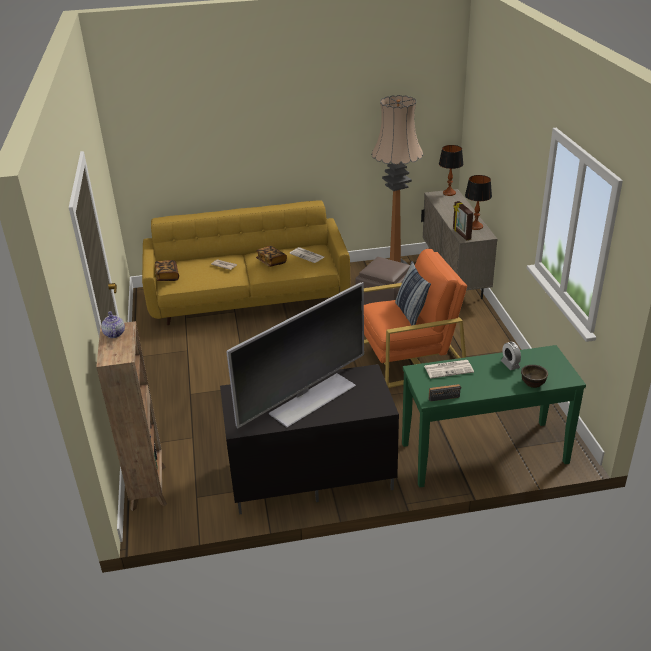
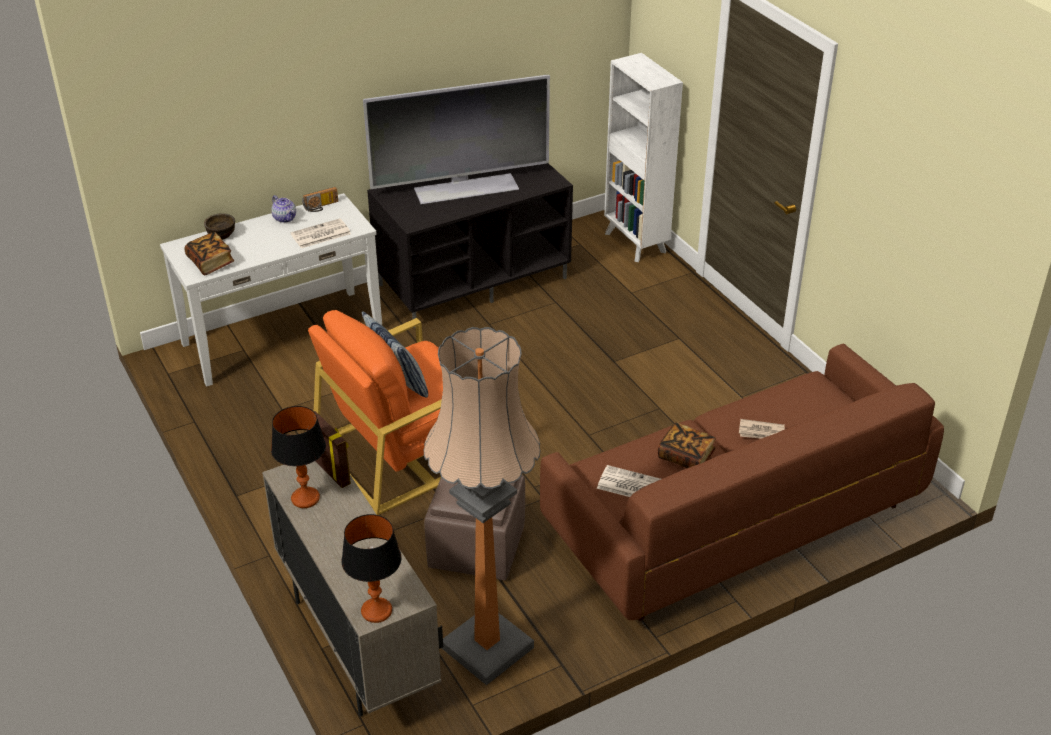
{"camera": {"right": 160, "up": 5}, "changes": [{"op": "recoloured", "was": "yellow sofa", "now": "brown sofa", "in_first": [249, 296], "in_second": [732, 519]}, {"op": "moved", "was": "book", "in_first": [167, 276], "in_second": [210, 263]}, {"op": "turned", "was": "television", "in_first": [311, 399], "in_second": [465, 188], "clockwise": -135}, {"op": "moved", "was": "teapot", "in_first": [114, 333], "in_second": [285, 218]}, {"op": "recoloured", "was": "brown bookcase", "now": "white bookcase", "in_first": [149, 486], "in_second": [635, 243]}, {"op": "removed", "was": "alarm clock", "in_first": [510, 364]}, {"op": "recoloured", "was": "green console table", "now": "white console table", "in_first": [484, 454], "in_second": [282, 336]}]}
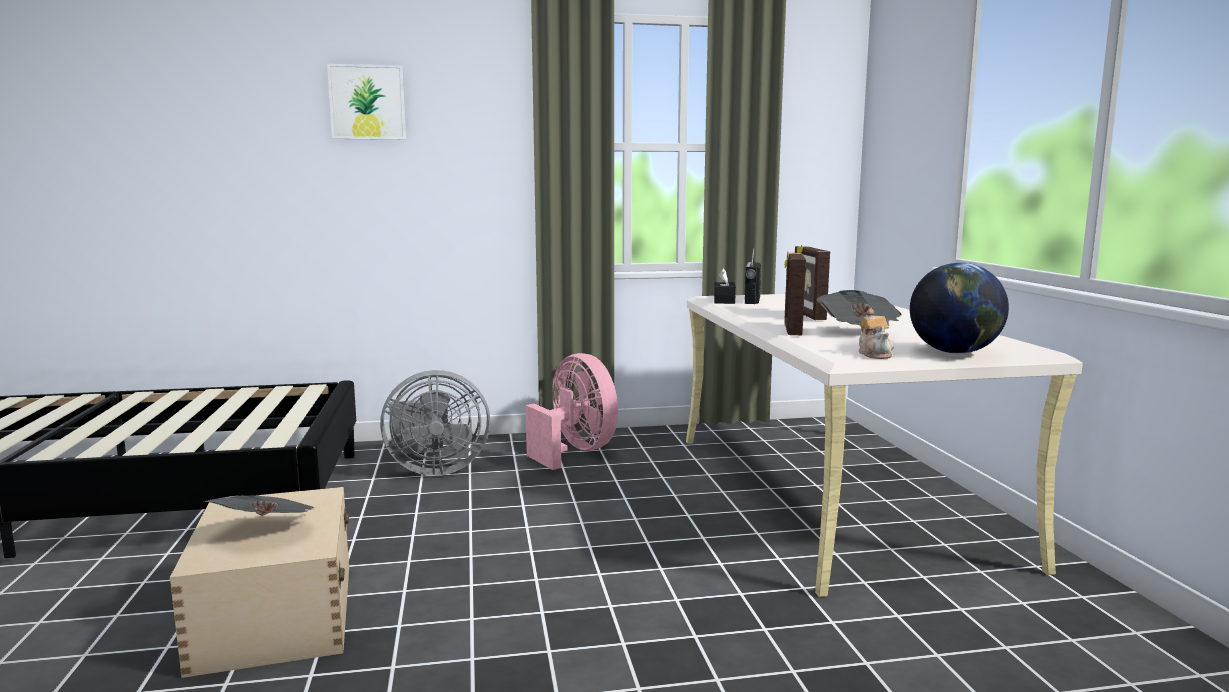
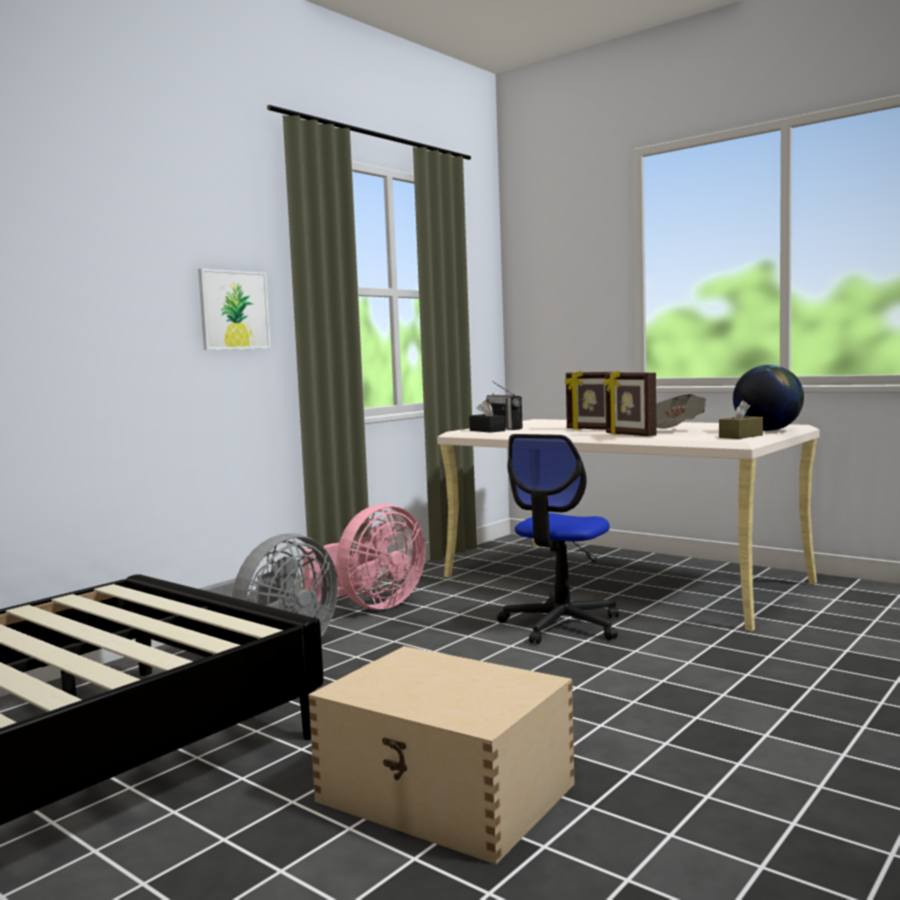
{"camera": {"right": -40, "up": -5}, "changes": [{"op": "moved", "was": "picture", "in_first": [367, 102], "in_second": [234, 310]}, {"op": "replaced", "was": "teapot", "now": "brown tissue box", "in_first": [875, 354], "in_second": [741, 436]}, {"op": "turned", "was": "pink fan", "in_first": [575, 452], "in_second": [372, 606], "clockwise": 120}, {"op": "removed", "was": "newspaper", "in_first": [268, 532]}, {"op": "added", "now": "office chair", "in_second": [561, 625]}]}
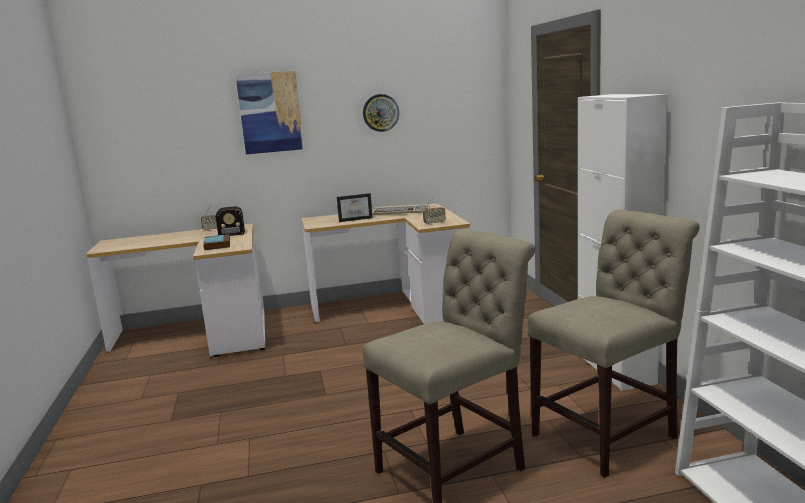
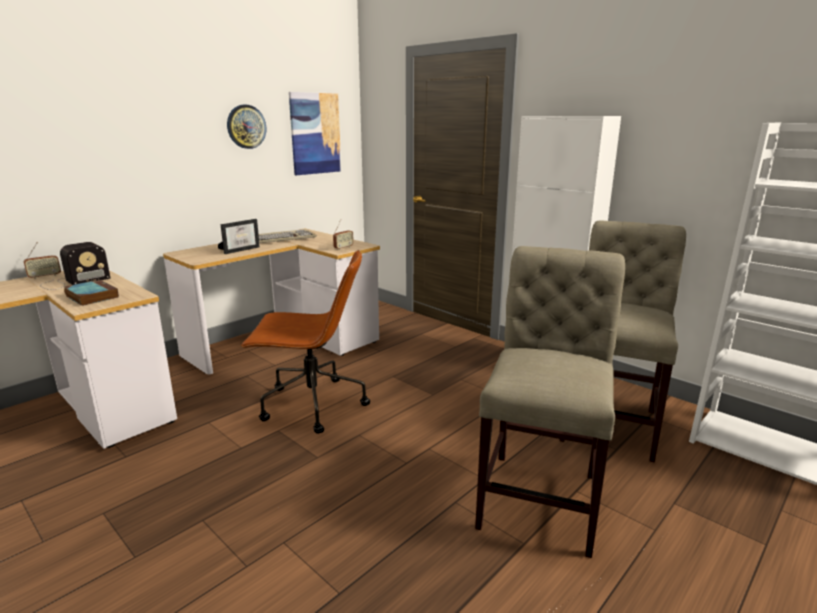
{"camera": {"right": -35, "up": 5}, "changes": [{"op": "moved", "was": "picture", "in_first": [270, 112], "in_second": [315, 133]}, {"op": "added", "now": "brown office chair", "in_second": [311, 405]}]}
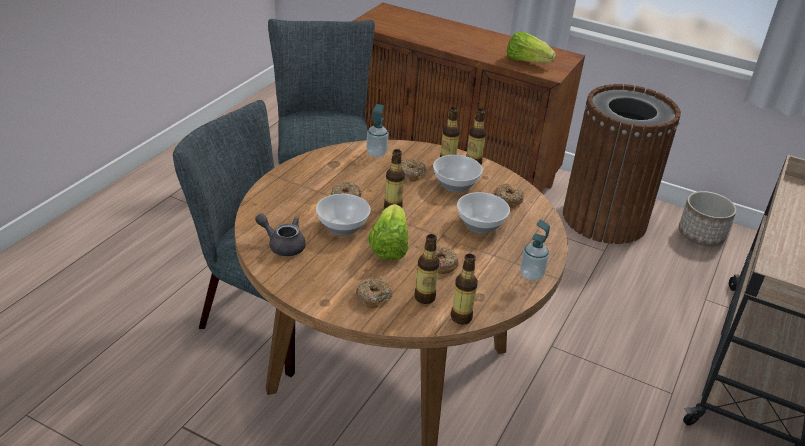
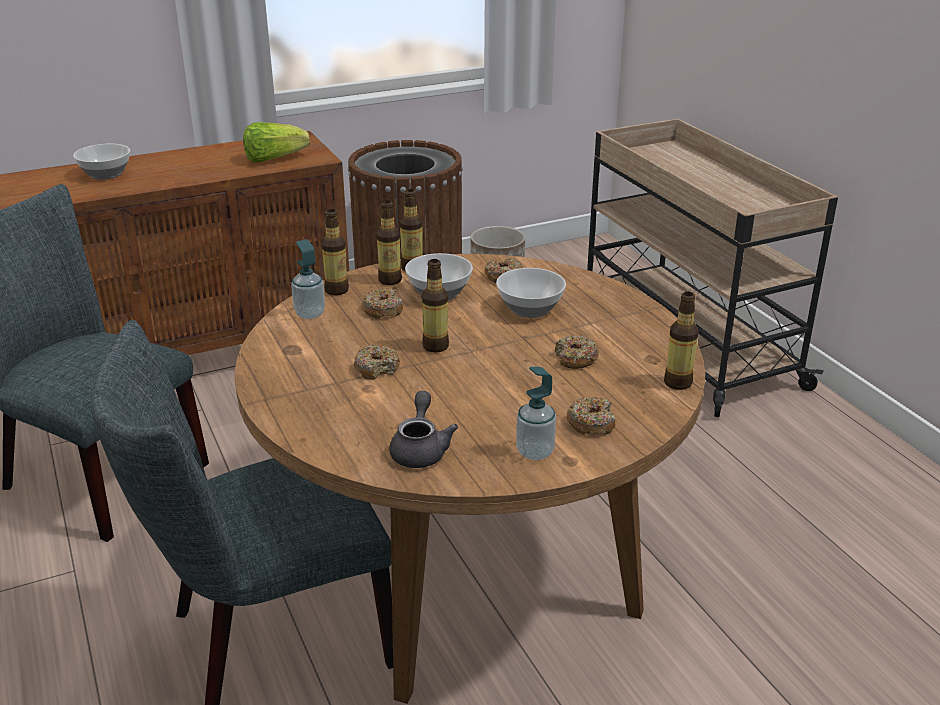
{"camera": {"right": -50, "up": -5}, "changes": [{"op": "moved", "was": "bowl", "in_first": [342, 226], "in_second": [104, 174]}, {"op": "removed", "was": "lettuce", "in_first": [389, 246]}, {"op": "turned", "was": "grey teapot", "in_first": [283, 245], "in_second": [420, 449], "clockwise": 120}, {"op": "moved", "was": "soap dispenser", "in_first": [531, 274], "in_second": [535, 452]}, {"op": "moved", "was": "bottle", "in_first": [425, 297], "in_second": [336, 290]}]}
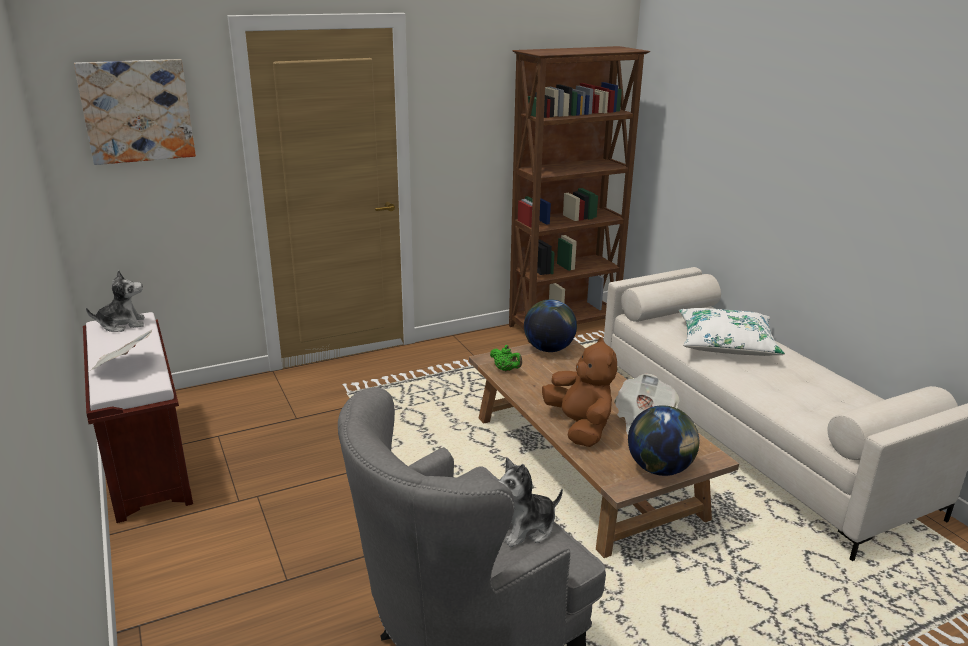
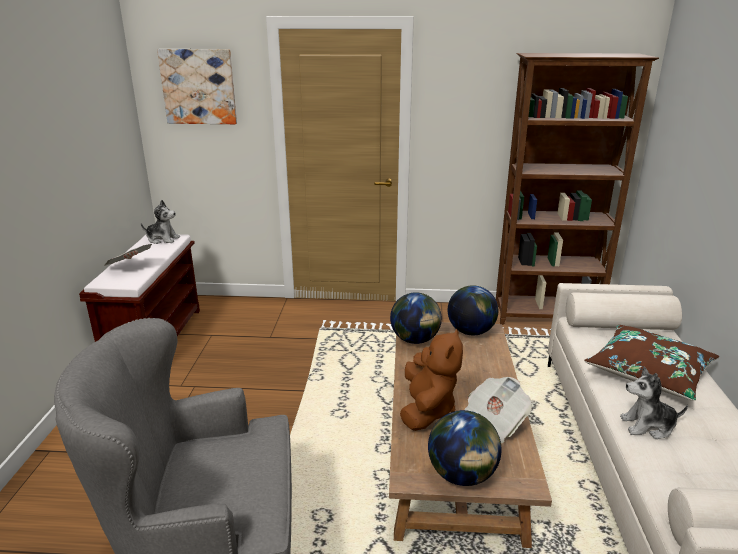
{"camera": {"right": 30, "up": 0}, "changes": [{"op": "recoloured", "was": "white pillow", "now": "brown pillow", "in_first": [726, 343], "in_second": [649, 372]}, {"op": "replaced", "was": "green teapot", "now": "globe", "in_first": [506, 370], "in_second": [415, 340]}, {"op": "moved", "was": "plush toy", "in_first": [525, 528], "in_second": [648, 426]}]}
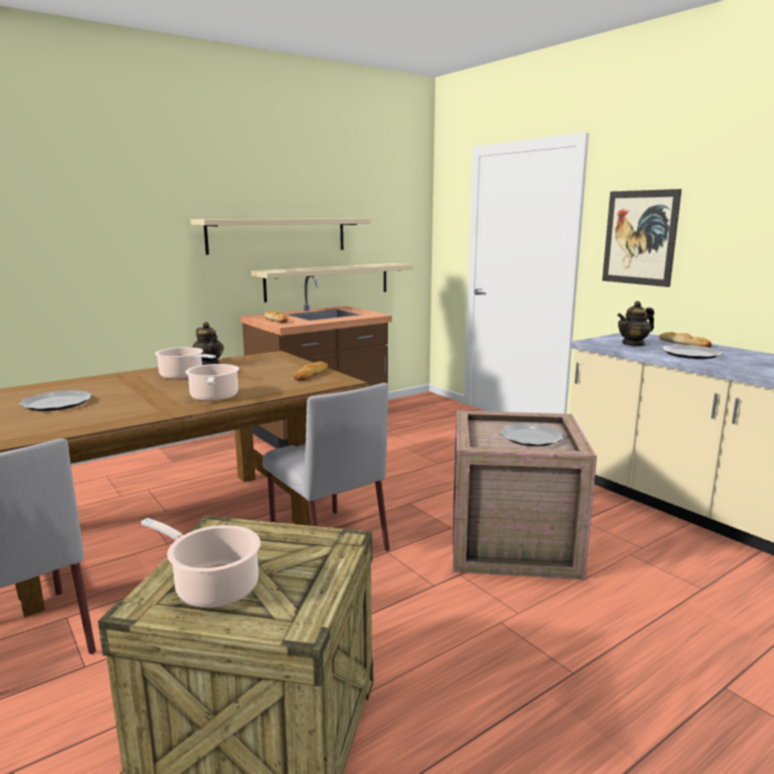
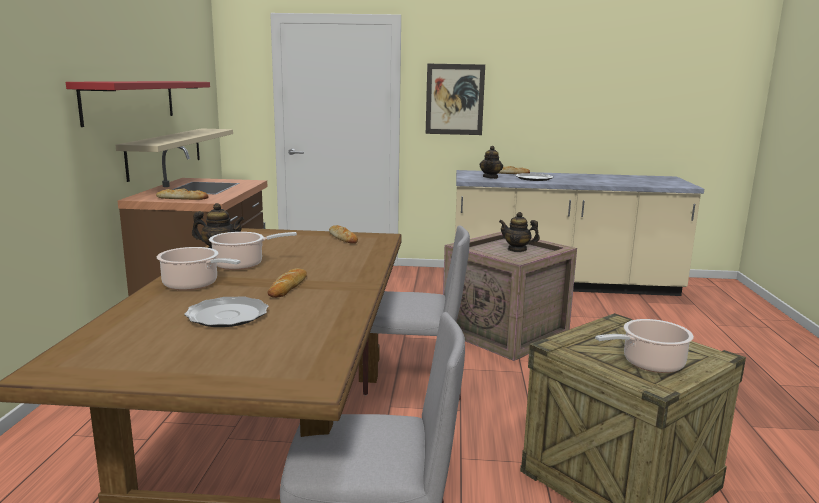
{"camera": {"right": -50, "up": 0}, "changes": [{"op": "recoloured", "was": "beige shelf", "now": "red shelf", "in_first": [278, 235], "in_second": [130, 101]}, {"op": "moved", "was": "cooking pot", "in_first": [214, 397], "in_second": [193, 285]}, {"op": "replaced", "was": "plate", "now": "teapot", "in_first": [530, 437], "in_second": [517, 249]}, {"op": "added", "now": "bread", "in_second": [288, 287]}]}
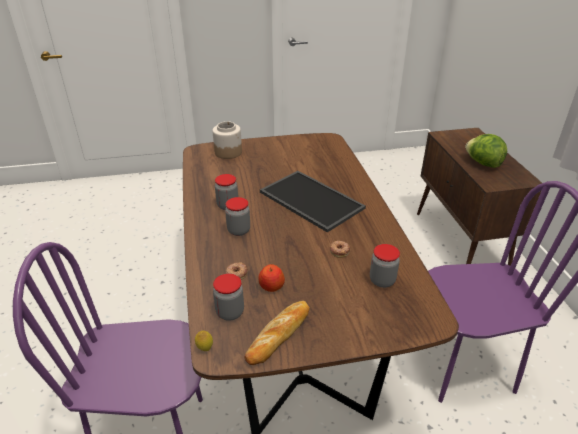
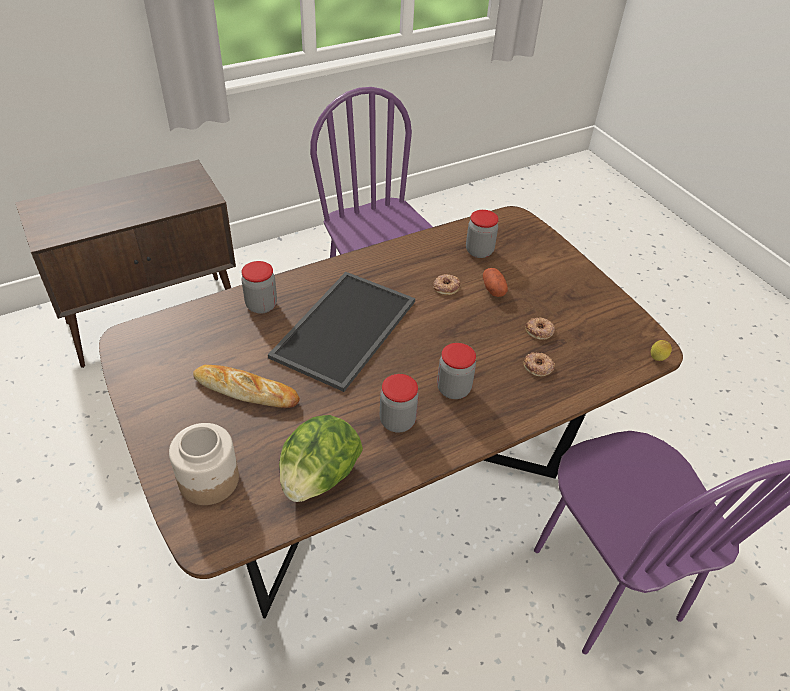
{"camera": {"right": -110, "up": 10}, "changes": [{"op": "moved", "was": "lettuce", "in_first": [483, 163], "in_second": [319, 477]}, {"op": "replaced", "was": "apple", "now": "donut", "in_first": [271, 286], "in_second": [539, 331]}, {"op": "moved", "was": "jar", "in_first": [230, 312], "in_second": [261, 305]}, {"op": "moved", "was": "bread", "in_first": [279, 334], "in_second": [246, 390]}, {"op": "added", "now": "potato", "in_second": [493, 289]}]}
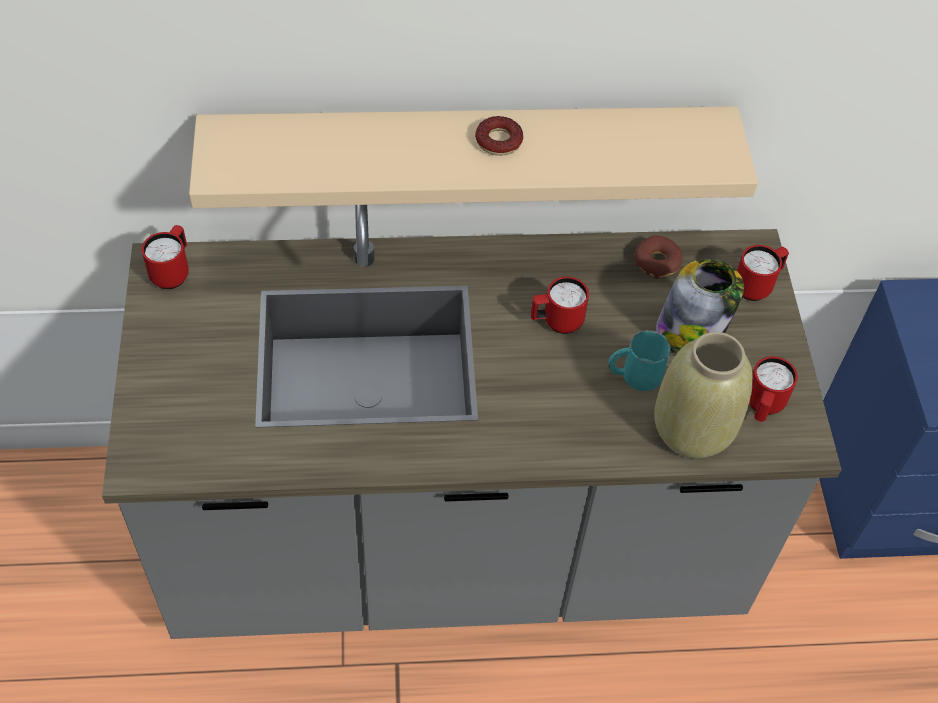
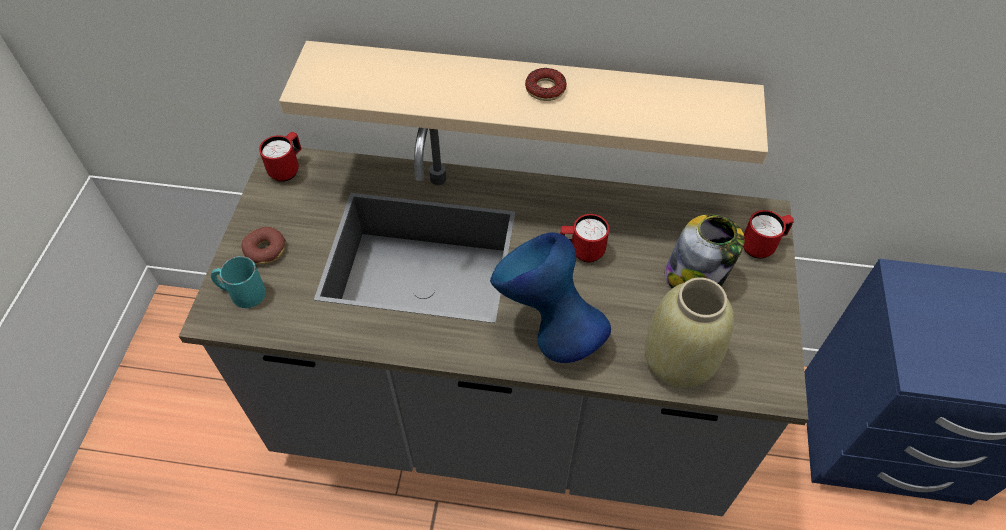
{"camera": {"right": 15, "up": 0}, "changes": [{"op": "moved", "was": "donut", "in_first": [657, 262], "in_second": [265, 250]}, {"op": "moved", "was": "turquoise mug", "in_first": [634, 374], "in_second": [241, 292]}, {"op": "removed", "was": "red mug", "in_first": [762, 407]}, {"op": "added", "now": "blue vase", "in_second": [548, 332]}]}
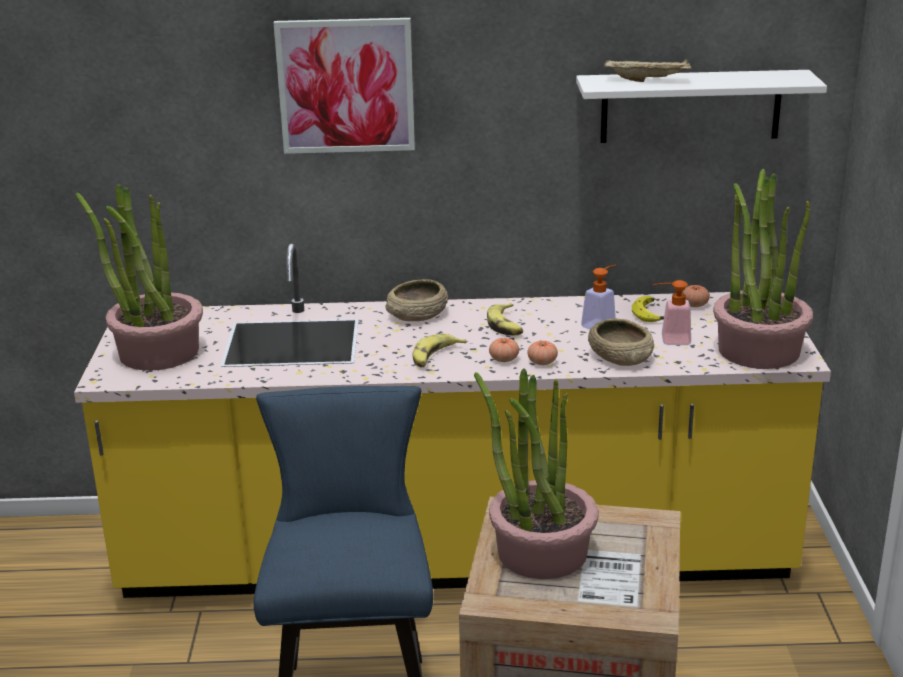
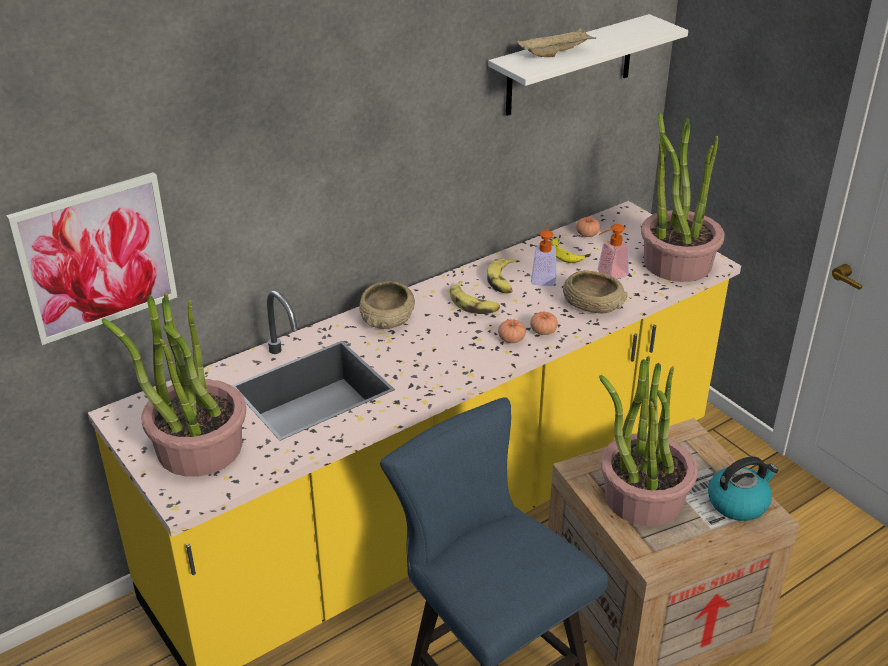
{"camera": {"right": -35, "up": 10}, "changes": [{"op": "moved", "was": "picture", "in_first": [346, 86], "in_second": [96, 257]}, {"op": "moved", "was": "banana", "in_first": [435, 357], "in_second": [503, 281]}, {"op": "added", "now": "kettle", "in_second": [738, 502]}]}
